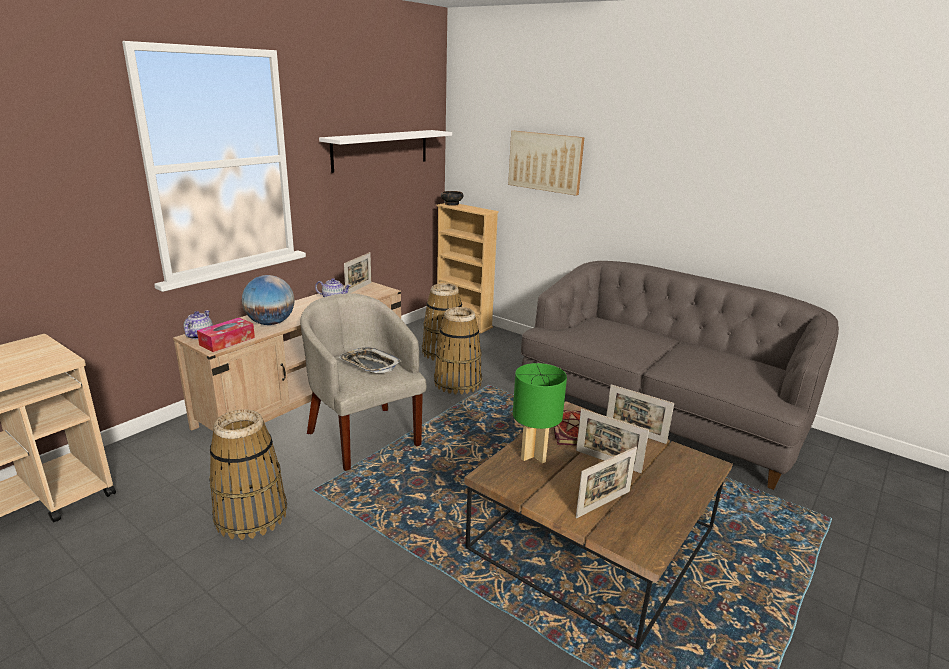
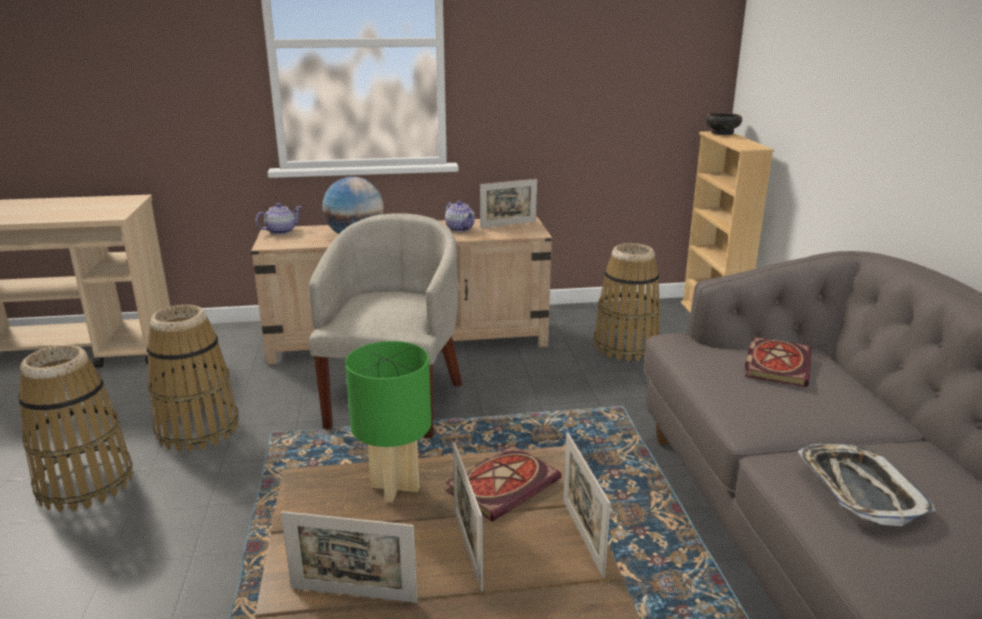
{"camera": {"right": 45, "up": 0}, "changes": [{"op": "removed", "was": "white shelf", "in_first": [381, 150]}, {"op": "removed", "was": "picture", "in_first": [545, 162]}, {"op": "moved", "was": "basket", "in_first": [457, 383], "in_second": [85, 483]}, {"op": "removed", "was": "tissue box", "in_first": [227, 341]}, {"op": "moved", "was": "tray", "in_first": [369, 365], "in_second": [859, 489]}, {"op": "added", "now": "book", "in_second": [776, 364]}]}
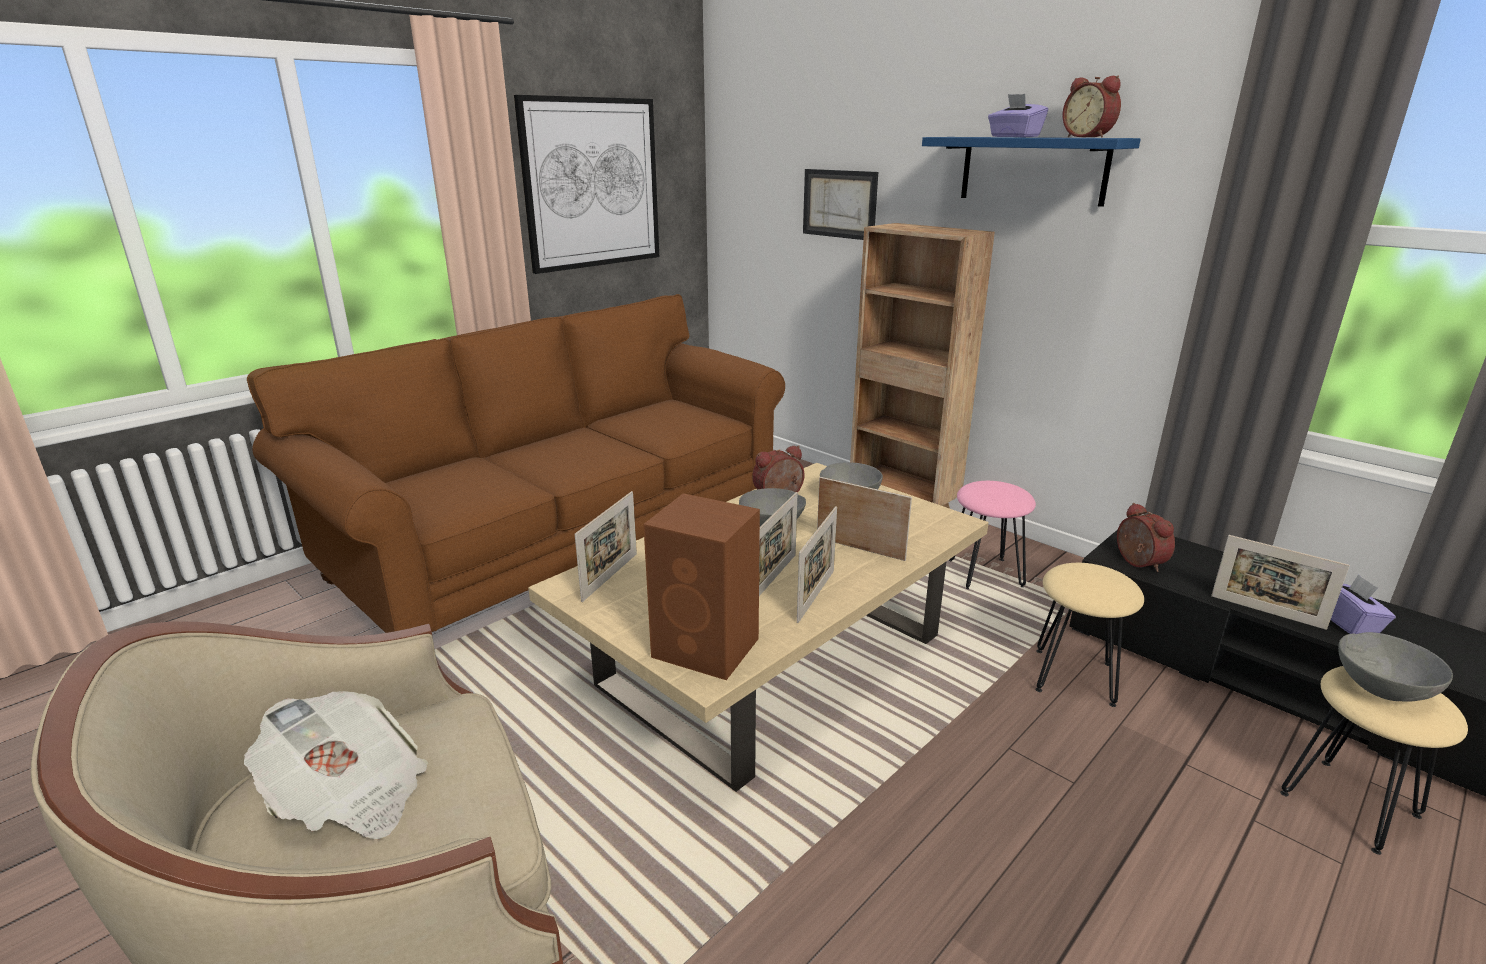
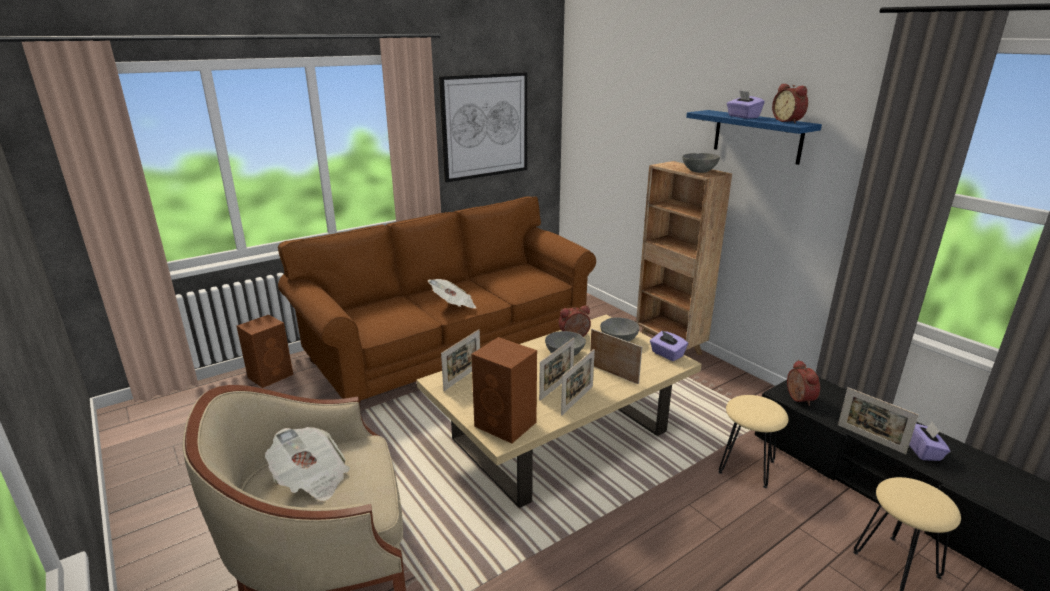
{"camera": {"right": 10, "up": 0}, "changes": [{"op": "removed", "was": "picture", "in_first": [839, 204]}, {"op": "removed", "was": "pink stool", "in_first": [985, 574]}, {"op": "moved", "was": "grey bowl", "in_first": [1381, 688], "in_second": [699, 171]}, {"op": "added", "now": "newspaper", "in_second": [453, 305]}, {"op": "added", "now": "brown speaker", "in_second": [271, 375]}, {"op": "added", "now": "purple tissue box", "in_second": [667, 354]}]}
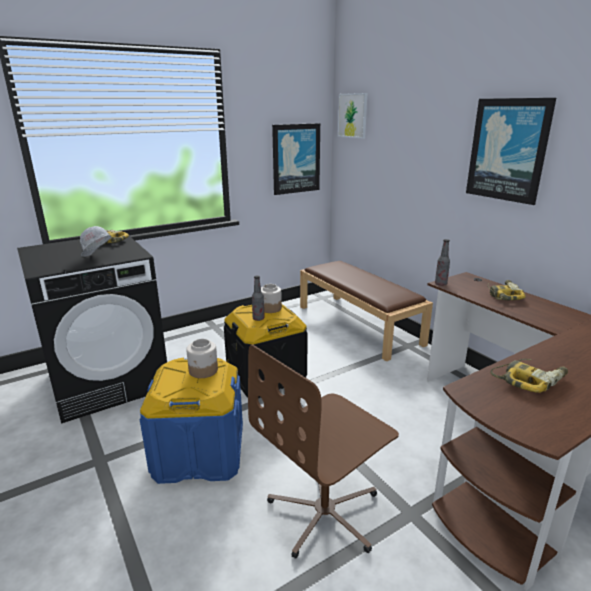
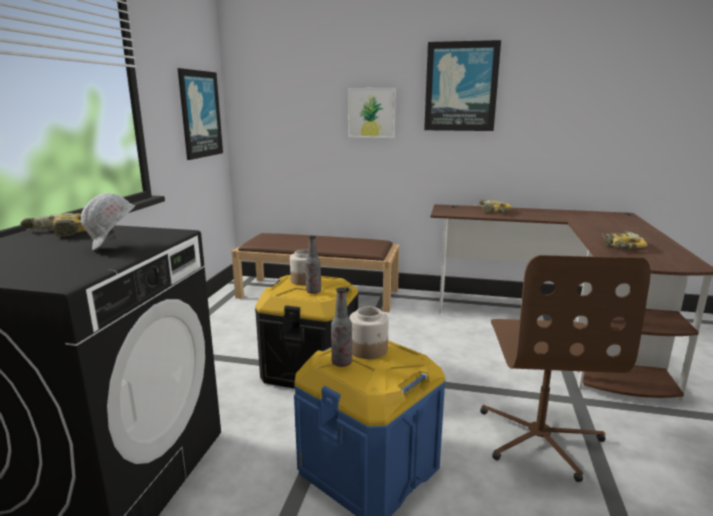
{"camera": {"right": -45, "up": -5}, "changes": [{"op": "moved", "was": "picture", "in_first": [352, 115], "in_second": [371, 113]}, {"op": "moved", "was": "bottle", "in_first": [440, 284], "in_second": [341, 363]}]}
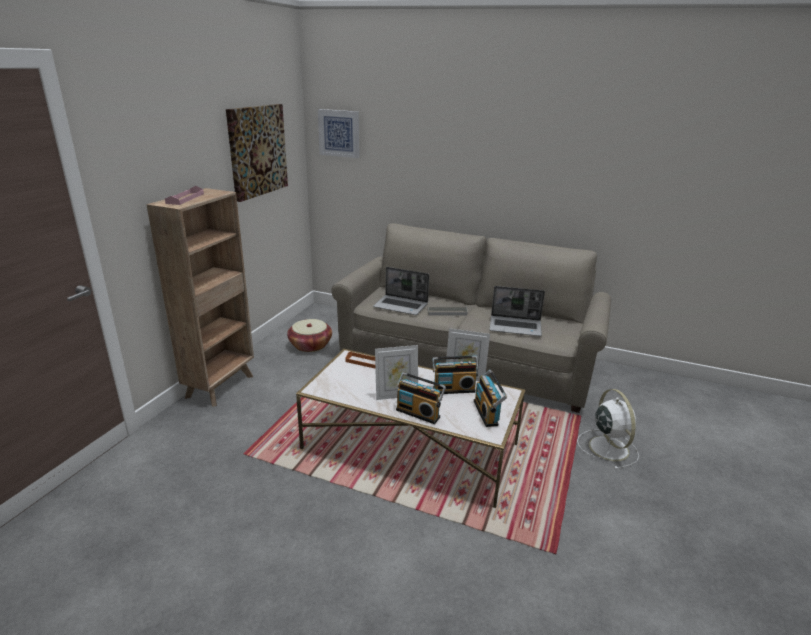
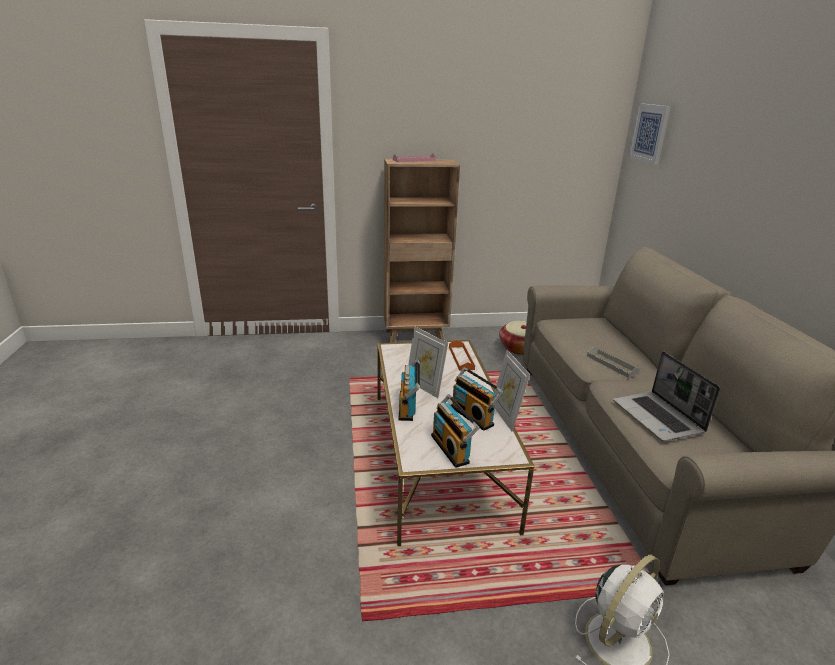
{"camera": {"right": 60, "up": 0}, "changes": [{"op": "removed", "was": "picture", "in_first": [257, 151]}, {"op": "removed", "was": "laptop", "in_first": [401, 306]}, {"op": "turned", "was": "radio", "in_first": [487, 413], "in_second": [452, 448], "clockwise": -75}]}
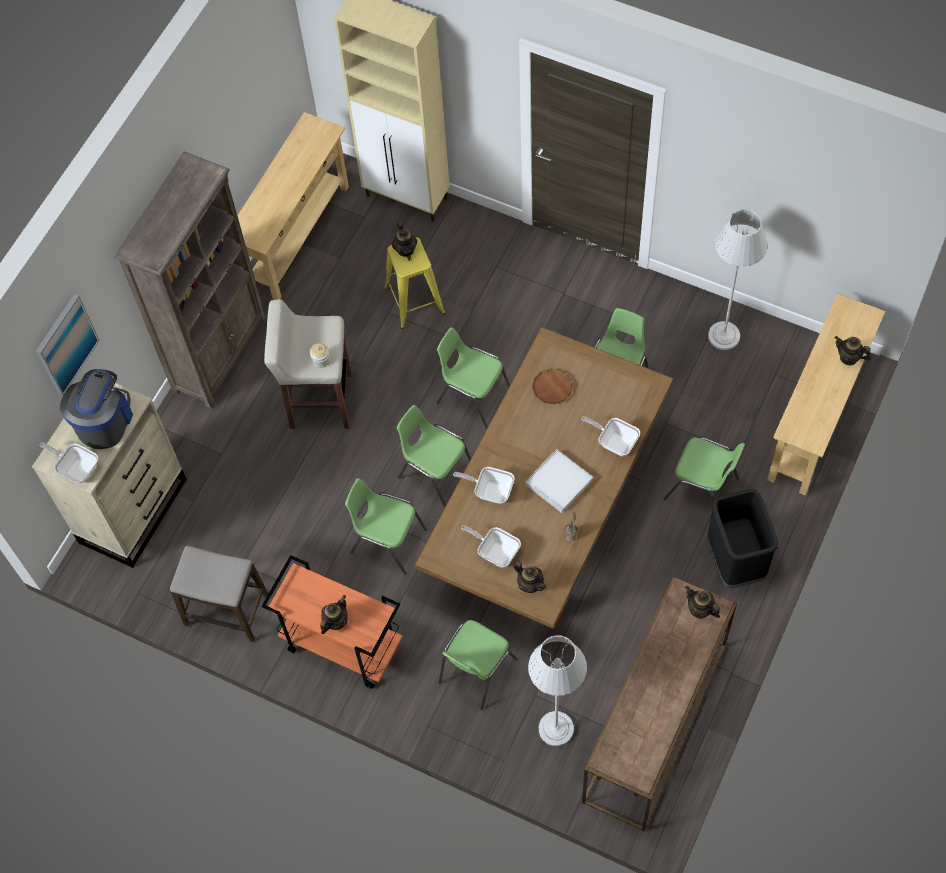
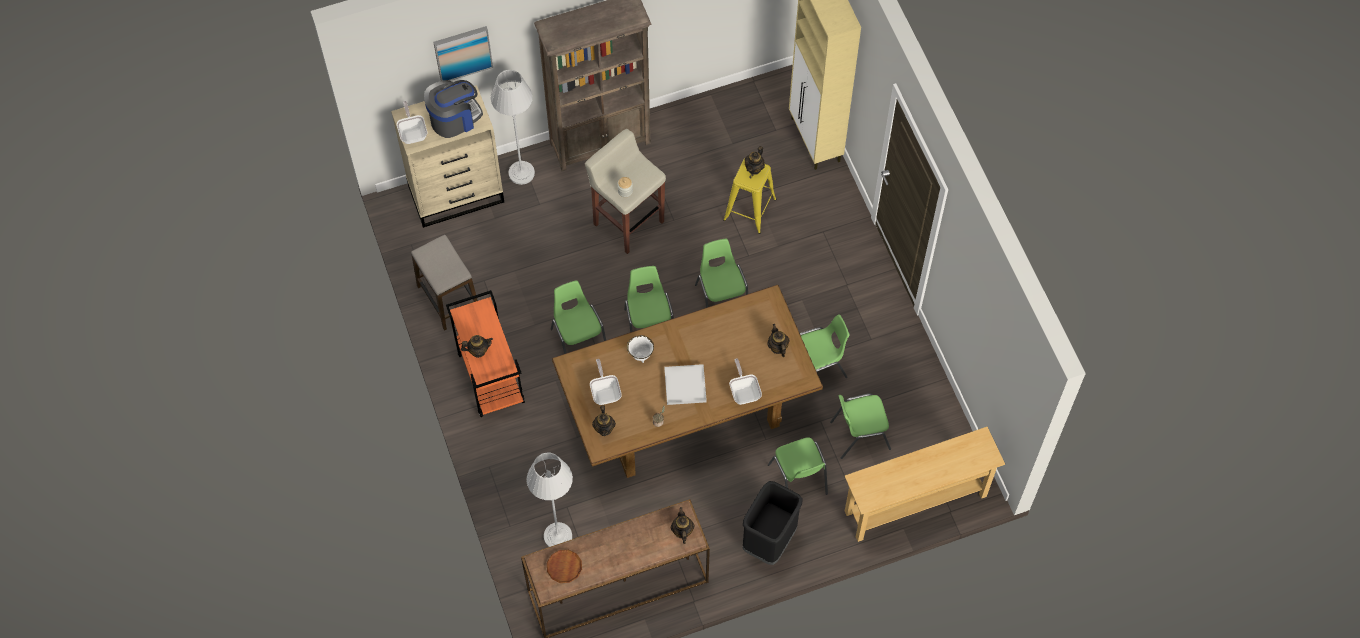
{"camera": {"right": 40, "up": 0}, "changes": [{"op": "removed", "was": "beige console table", "in_first": [297, 236]}, {"op": "moved", "was": "grey floor lamp", "in_first": [724, 336], "in_second": [521, 173]}, {"op": "moved", "was": "teapot", "in_first": [849, 357], "in_second": [777, 347]}, {"op": "moved", "was": "brown plate", "in_first": [552, 388], "in_second": [564, 567]}, {"op": "replaced", "was": "frying pan", "now": "white bowl", "in_first": [490, 490], "in_second": [640, 354]}, {"op": "moved", "was": "green chair", "in_first": [476, 671], "in_second": [859, 435]}]}
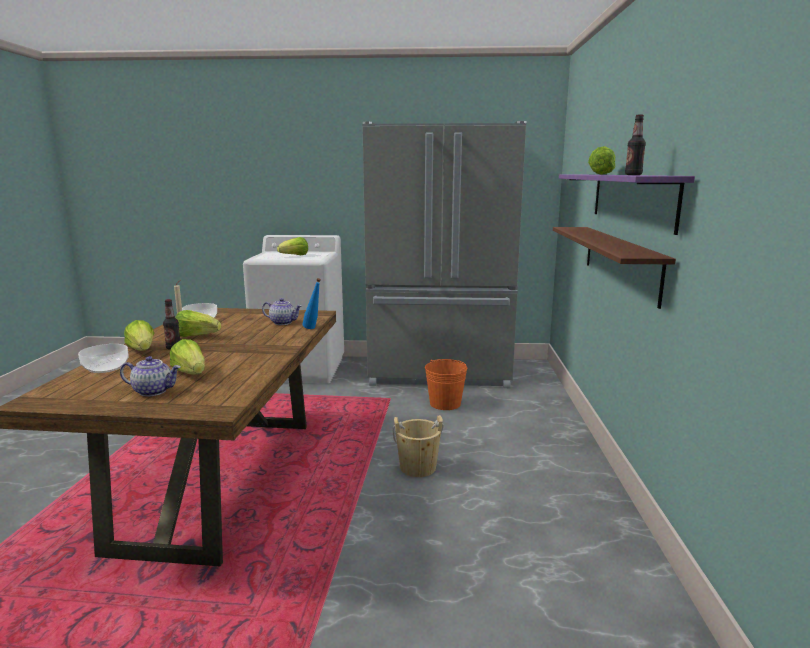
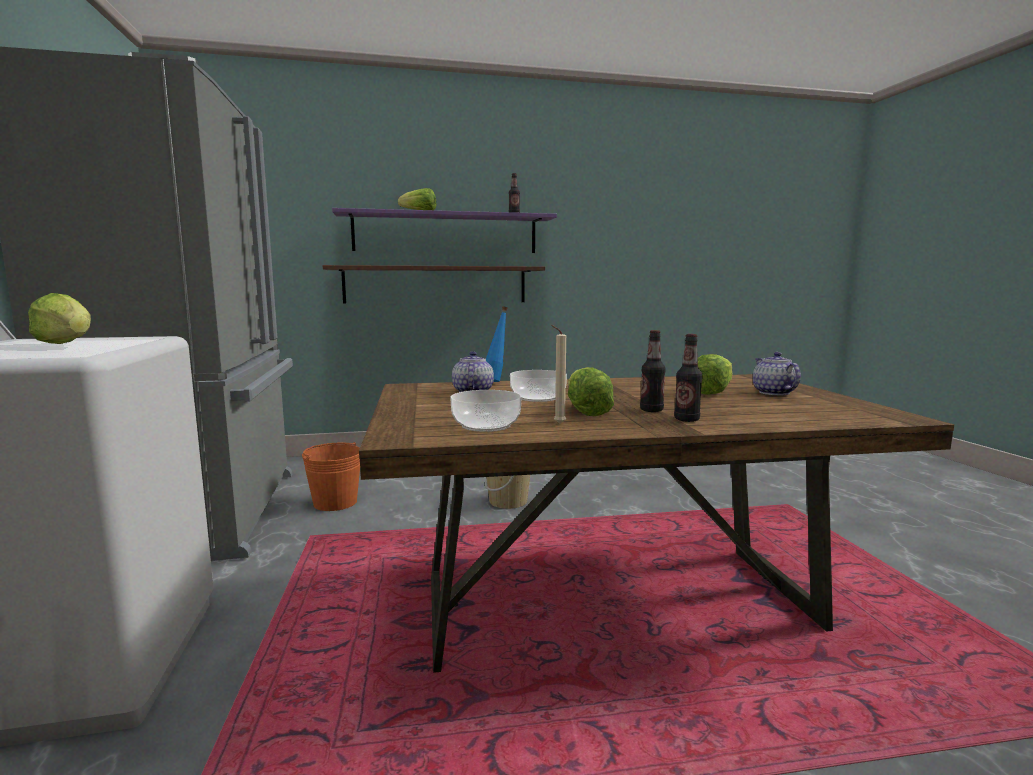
{"camera": {"right": -105, "up": -5}, "changes": [{"op": "replaced", "was": "lettuce", "now": "bottle", "in_first": [142, 350], "in_second": [686, 419]}, {"op": "moved", "was": "bowl", "in_first": [106, 367], "in_second": [537, 397]}]}
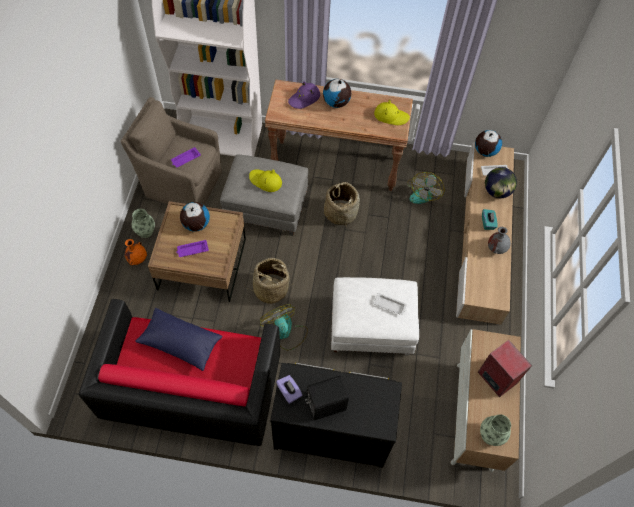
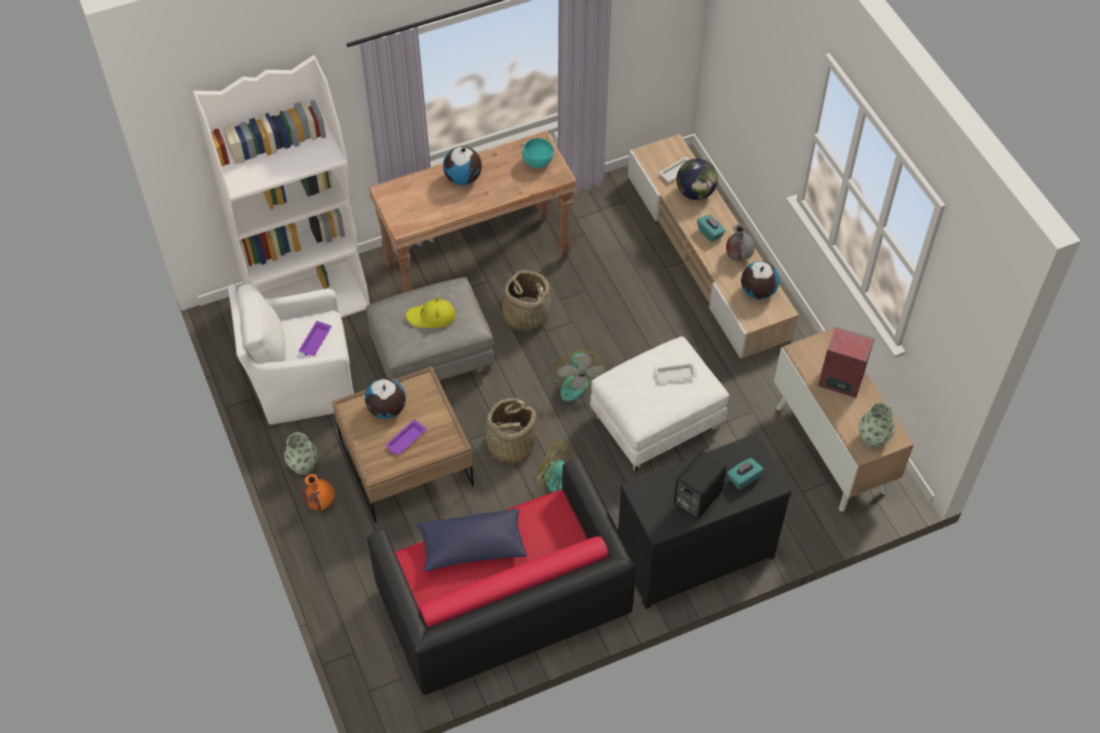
{"camera": {"right": -30, "up": -5}, "changes": [{"op": "removed", "was": "purple hat", "in_first": [304, 98]}, {"op": "recoloured", "was": "brown armchair", "now": "white armchair", "in_first": [181, 183], "in_second": [302, 384]}, {"op": "replaced", "was": "yellow hat", "now": "turquoise bowl", "in_first": [391, 116], "in_second": [537, 162]}, {"op": "moved", "was": "globe", "in_first": [485, 151], "in_second": [757, 292]}, {"op": "moved", "was": "fan", "in_first": [423, 192], "in_second": [573, 380]}, {"op": "removed", "was": "purple tissue box", "in_first": [289, 392]}, {"op": "added", "now": "turquoise tissue box", "in_second": [743, 478]}]}
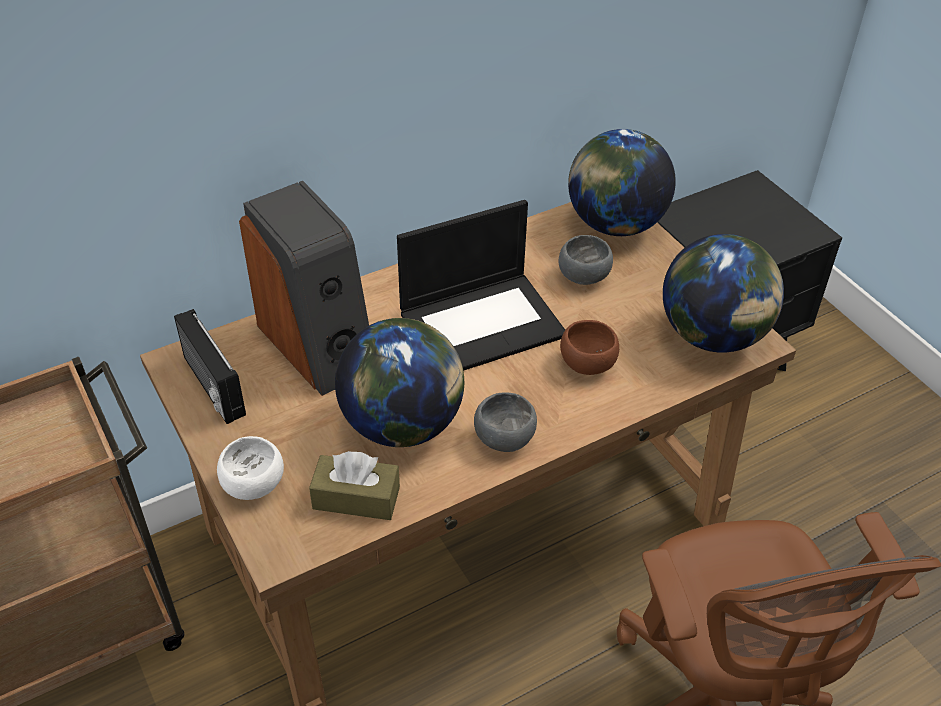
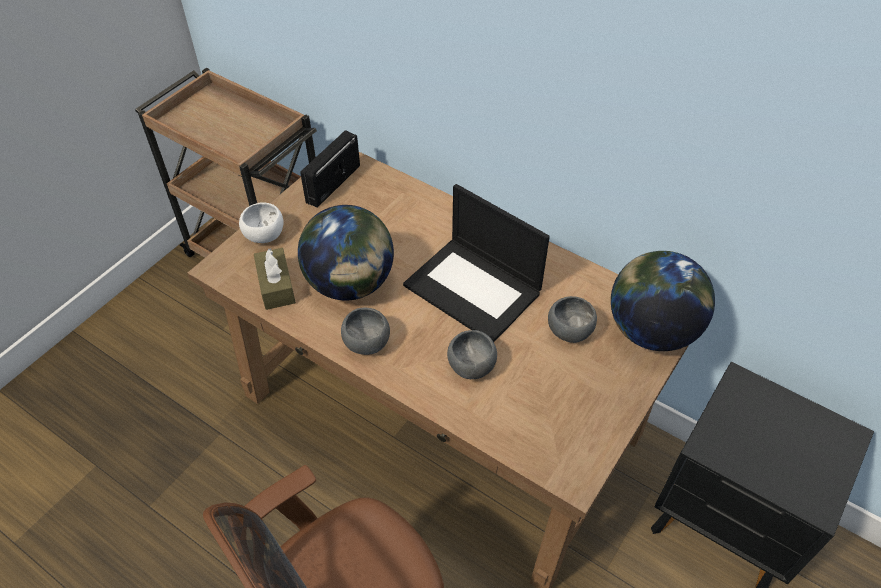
{"camera": {"right": 65, "up": 5}, "changes": [{"op": "removed", "was": "speaker", "in_first": [318, 344]}, {"op": "removed", "was": "globe", "in_first": [713, 335]}, {"op": "recoloured", "was": "brown bowl", "now": "grey bowl", "in_first": [586, 364], "in_second": [470, 366]}]}
